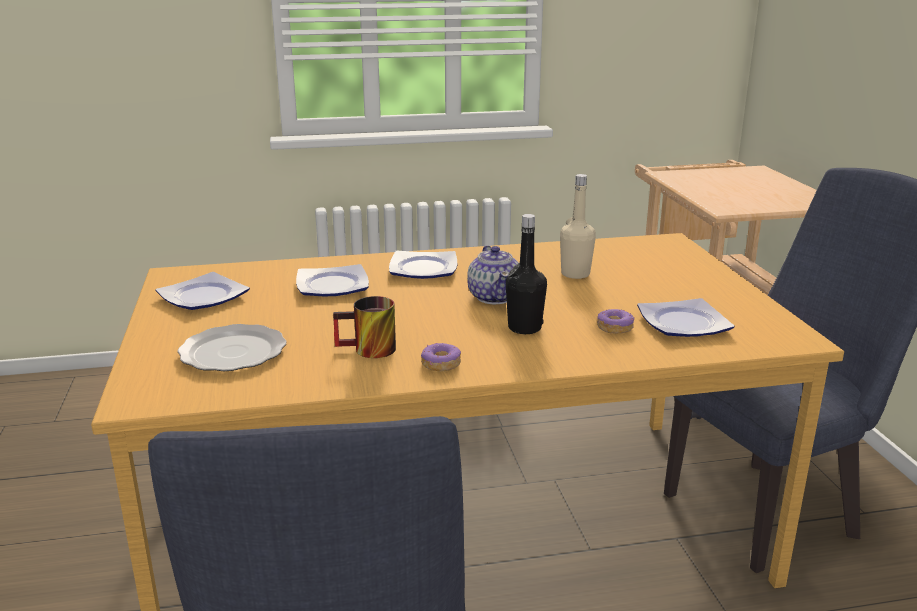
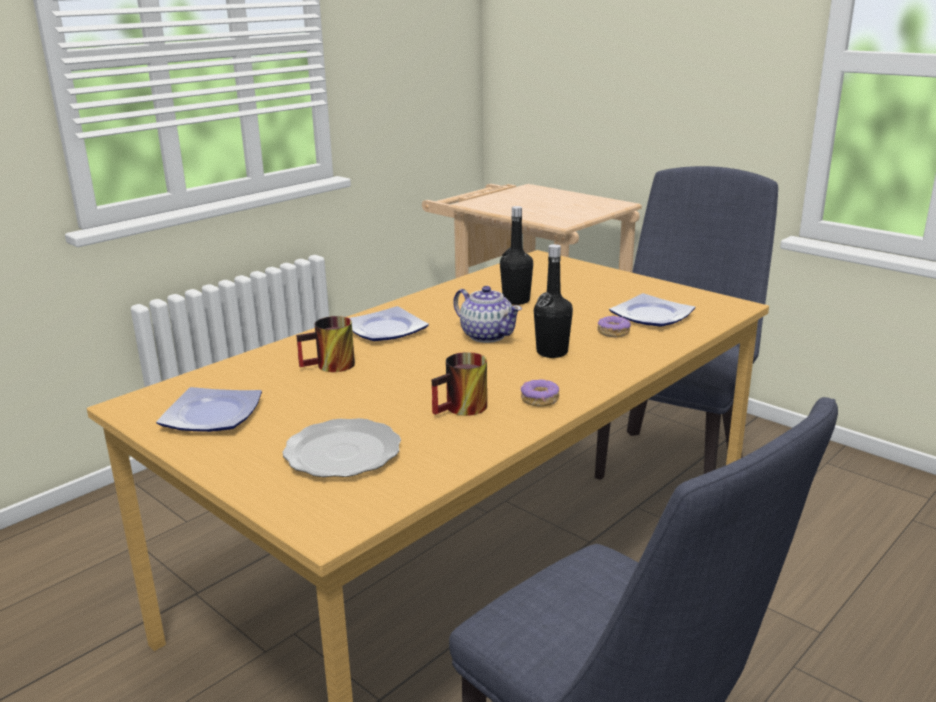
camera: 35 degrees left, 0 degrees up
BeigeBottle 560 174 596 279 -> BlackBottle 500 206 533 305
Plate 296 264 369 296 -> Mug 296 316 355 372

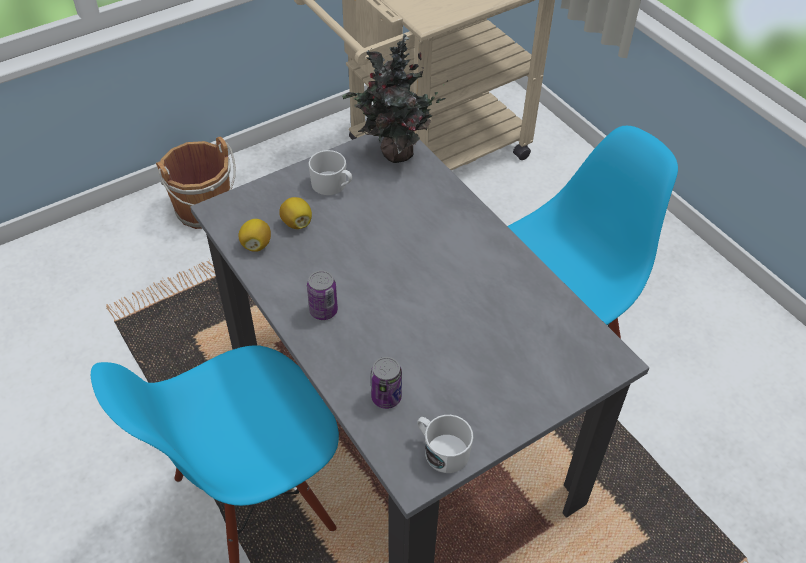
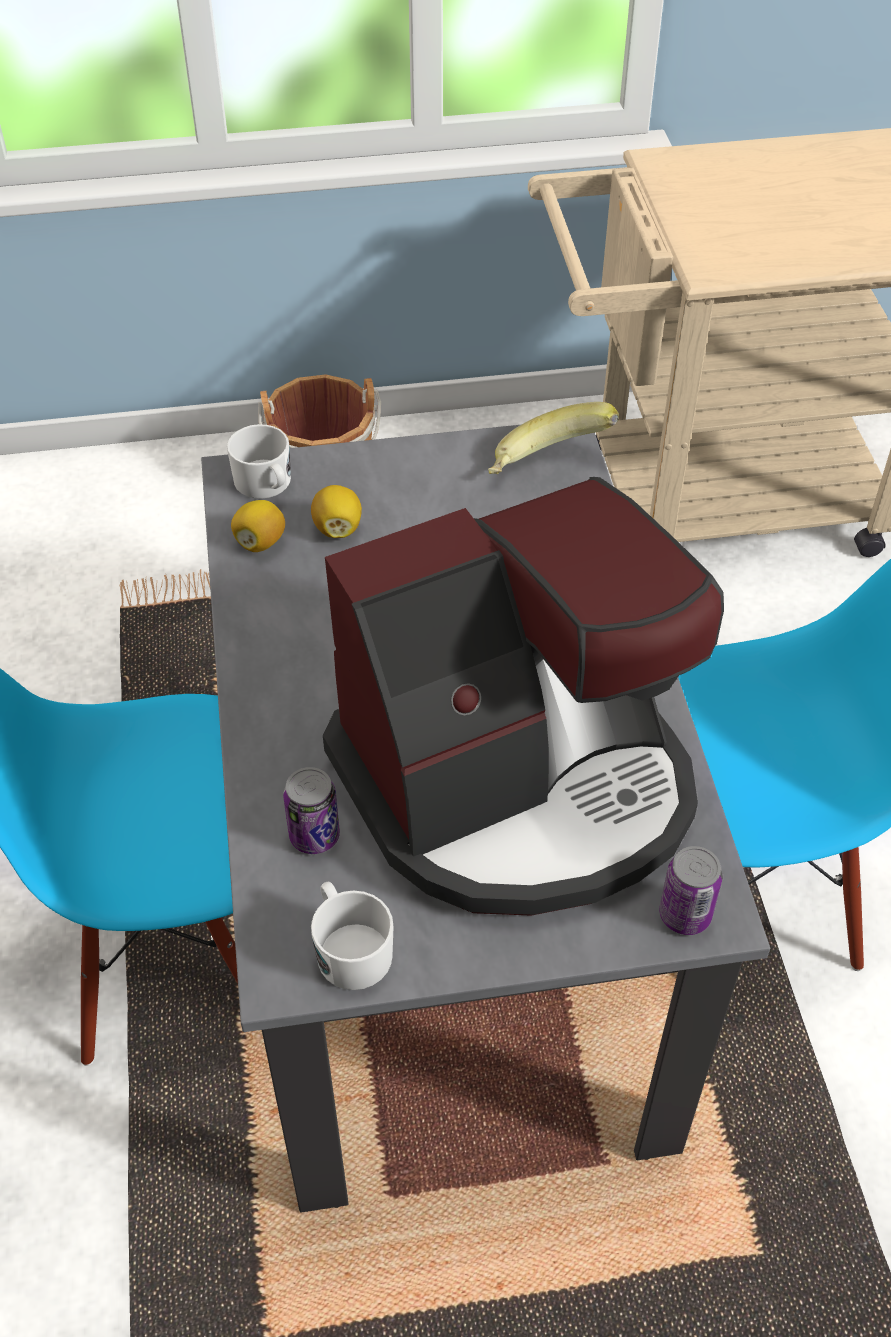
camera: 25 degrees right, 0 degrees up
PottedPlant 342 34 448 163 -> Banana 488 402 619 474
WhiteMug 309 150 352 195 -> WhiteMug 227 424 291 499, relocated
Can 307 270 338 320 -> Can 659 846 722 935, relocated
none -> CoffeeMachine 323 477 724 916

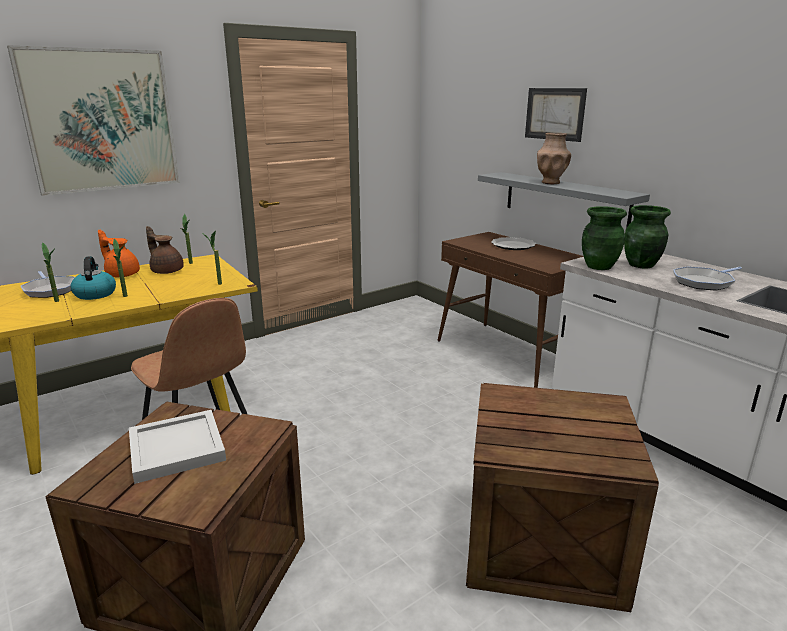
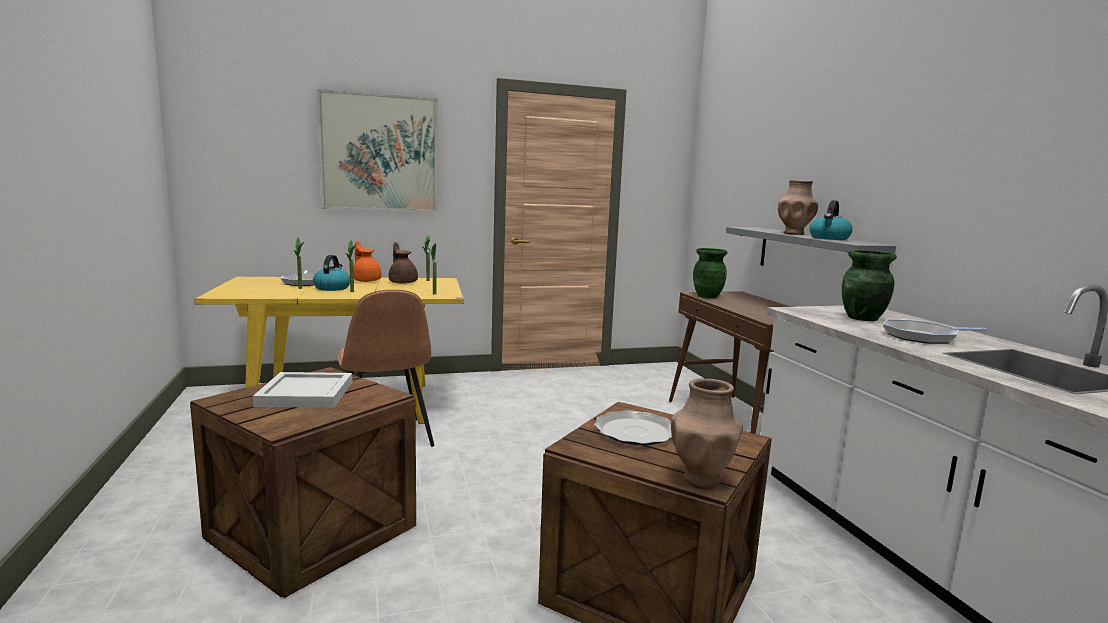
camera: 20 degrees right, 10 degrees down
Picture 525 88 587 142 -> none
GreenVase 582 206 627 270 -> GreenVase 693 248 728 298, relocated
Plate 491 237 536 250 -> Plate 594 410 672 445, relocated
none -> Kettle 809 200 853 240
none -> BrownVase 671 379 743 490

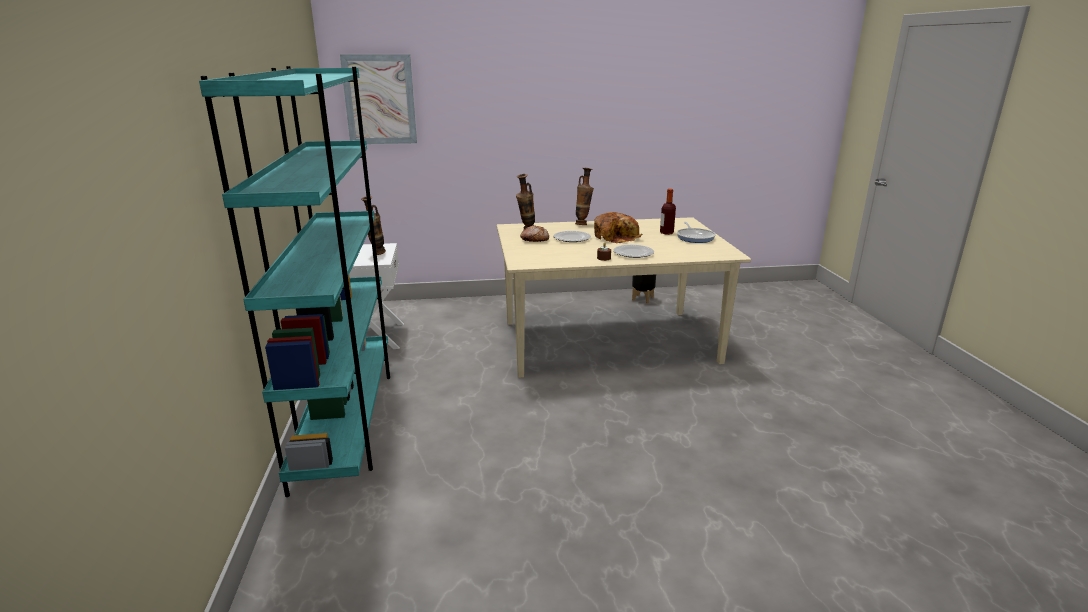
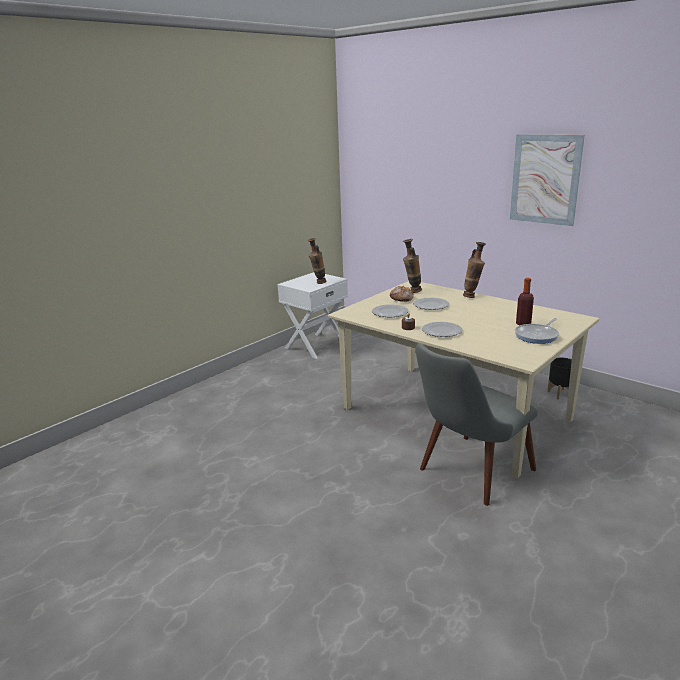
camera: 50 degrees right, 0 degrees up
Picture 340 54 417 144 -> Picture 510 134 585 226, relocated
TurquoiseBookcase 199 66 390 497 -> none
Bread 594 212 643 243 -> none
none -> Plate 372 304 408 317
none -> GreyChair 416 343 538 506

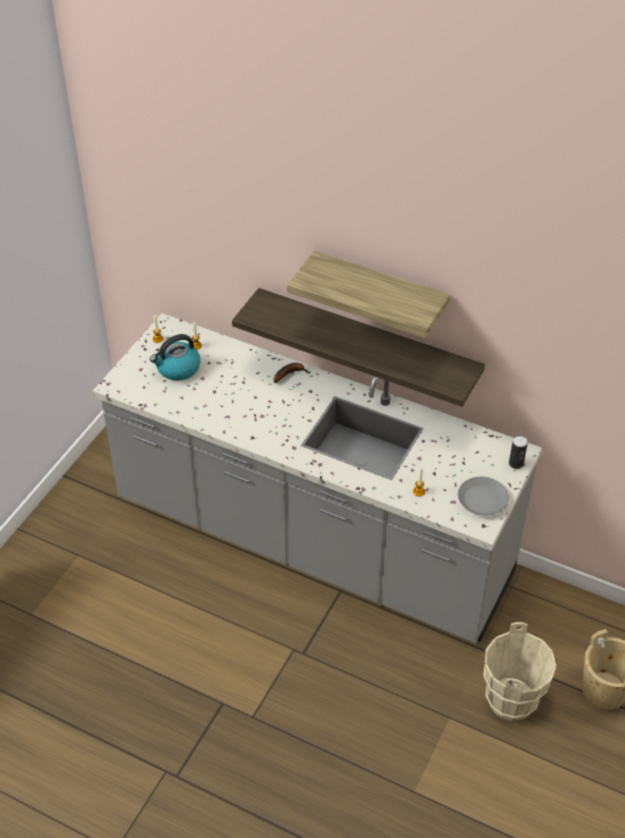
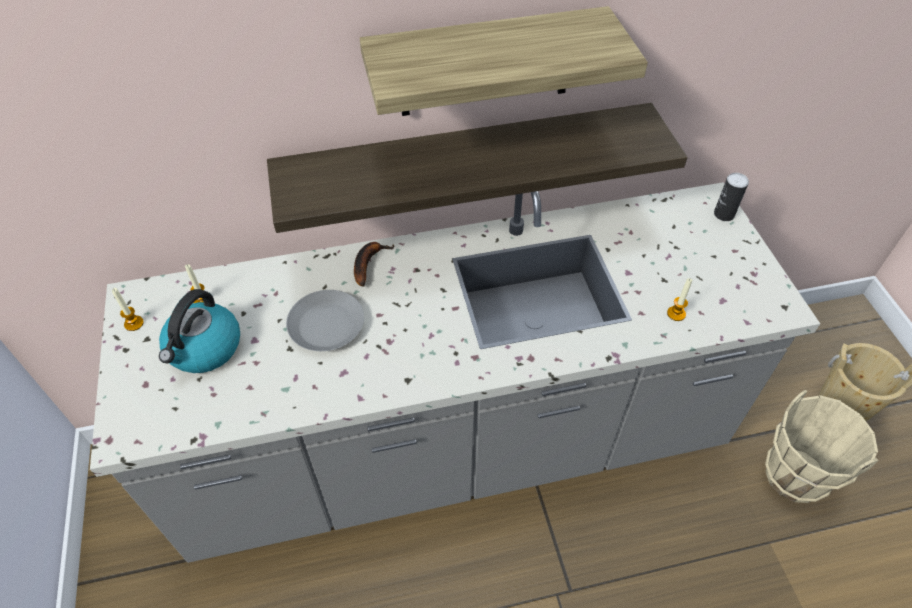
camera: 40 degrees left, 5 degrees up
GreyPlate 458 477 509 516 -> GreyPlate 286 290 364 351, relocated

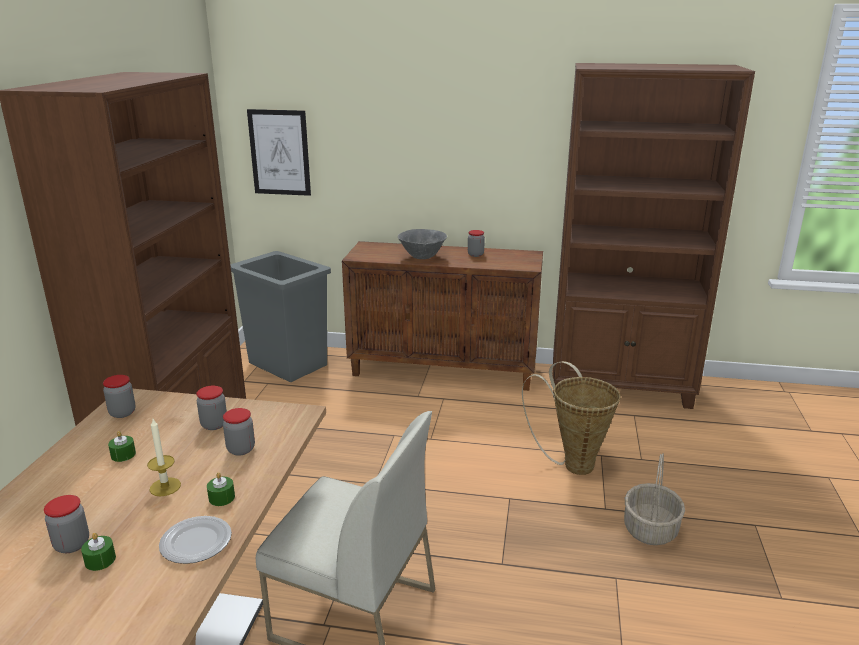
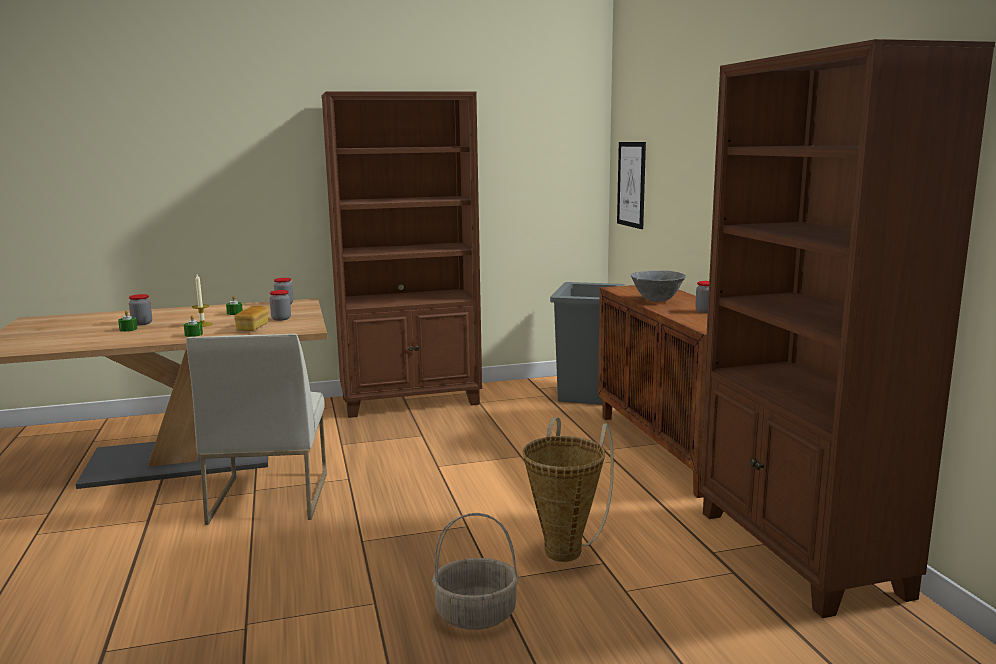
camera: 65 degrees right, 10 degrees down
Jar 223 408 255 456 -> Bread 234 306 269 331
Plate 159 516 232 564 -> none

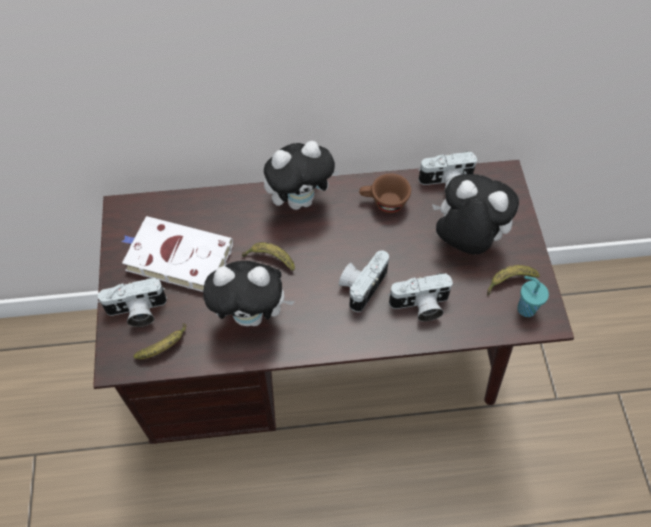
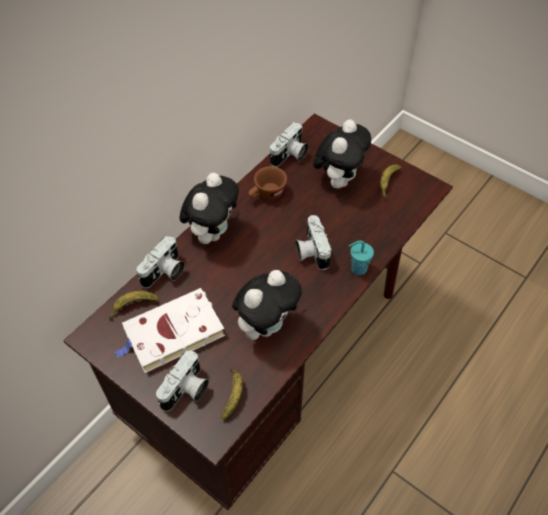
camera: 45 degrees left, 5 degrees down
PlushToy 432 174 519 255 -> PlushToy 313 119 371 188, 135 degrees clockwise
Banana 242 242 295 271 -> Banana 109 291 159 320, relocated
PhotoCamera 388 273 453 322 -> PhotoCamera 136 236 185 288, relocated
TurquoiseCup 517 276 549 317 -> TurquoiseCup 349 240 374 275, relocated

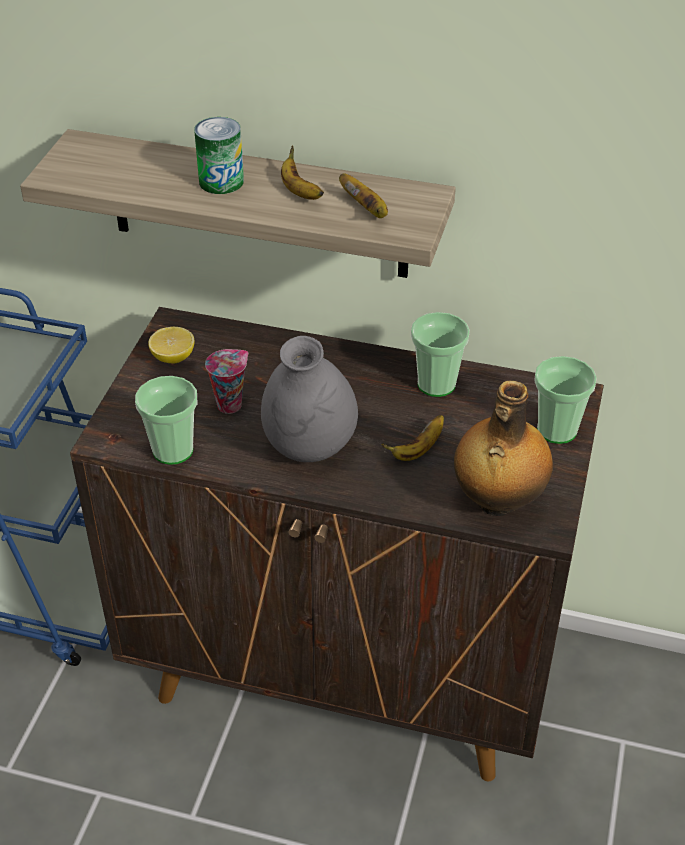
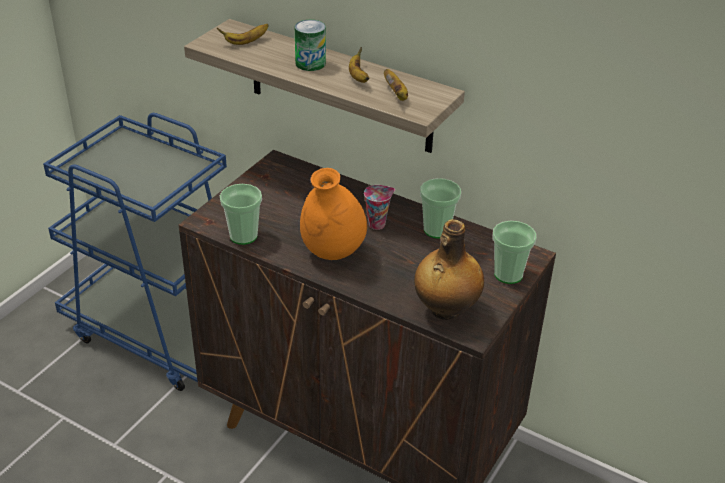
camera: 15 degrees right, 5 degrees down
Lemon 148 327 194 363 -> none
GreyVase 261 336 358 462 -> OrangeVase 300 168 367 260
Cup 205 349 248 414 -> Cup 364 185 395 230, relocated
Banana 381 415 444 461 -> Banana 217 24 269 45, relocated

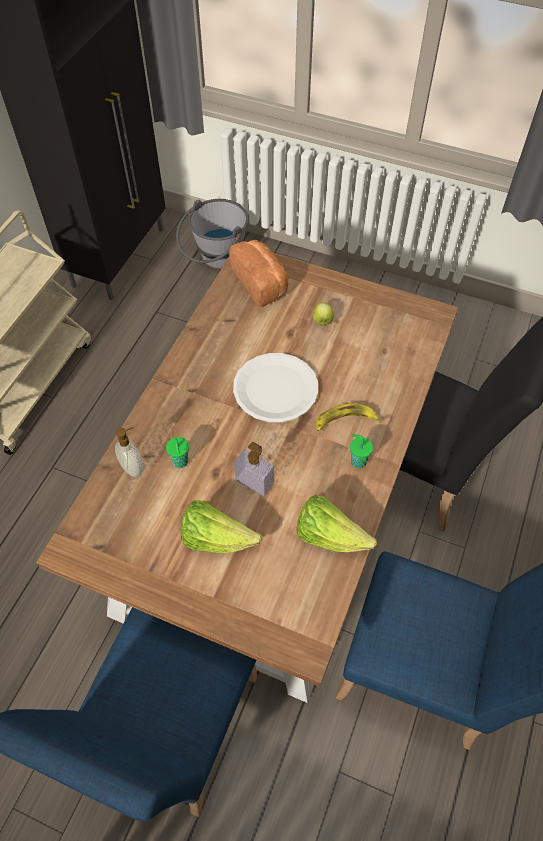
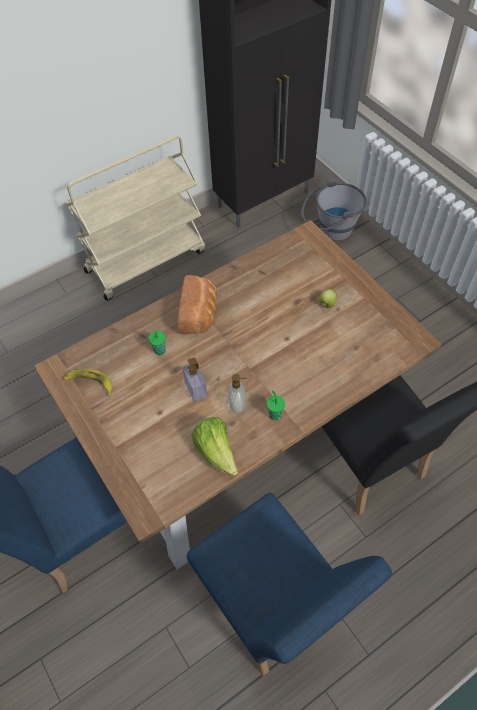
camera: 35 degrees right, 0 degrees up
Bread 229 240 289 307 -> Bread 178 275 217 334, relocated
WhitePlate 233 353 318 422 -> none
Banana 316 403 381 431 -> Banana 64 368 113 397, relocated
SoapDispenser 115 427 143 477 -> SoapDispenser 228 374 247 413, relocated
Lettuce 181 500 262 553 -> none

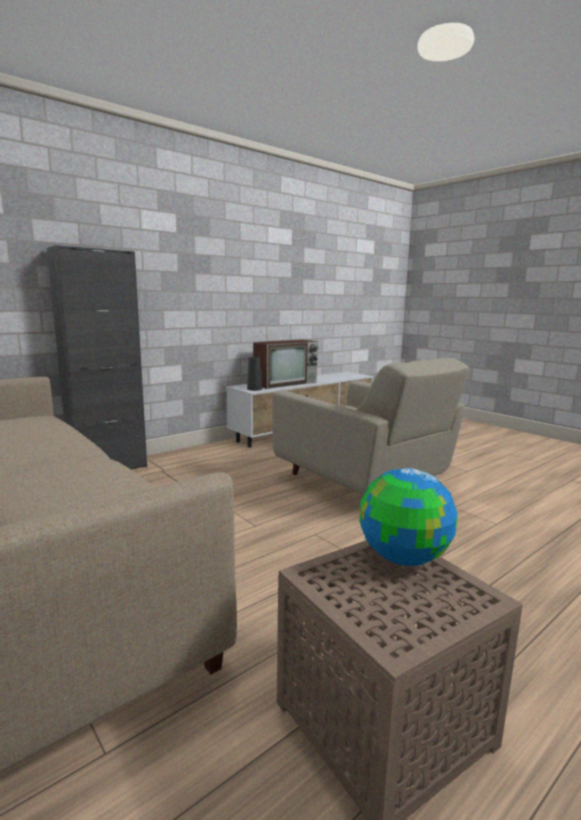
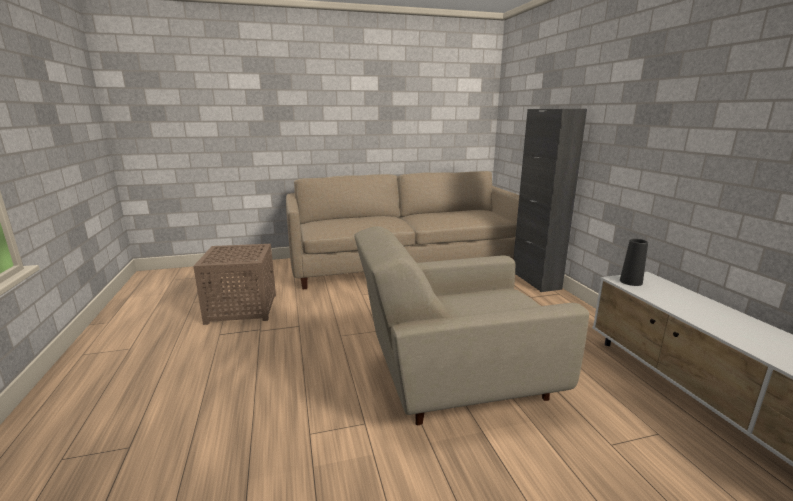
camera: 115 degrees right, 5 degrees up
Television 253 340 319 389 -> none
Globe 360 468 457 566 -> none

